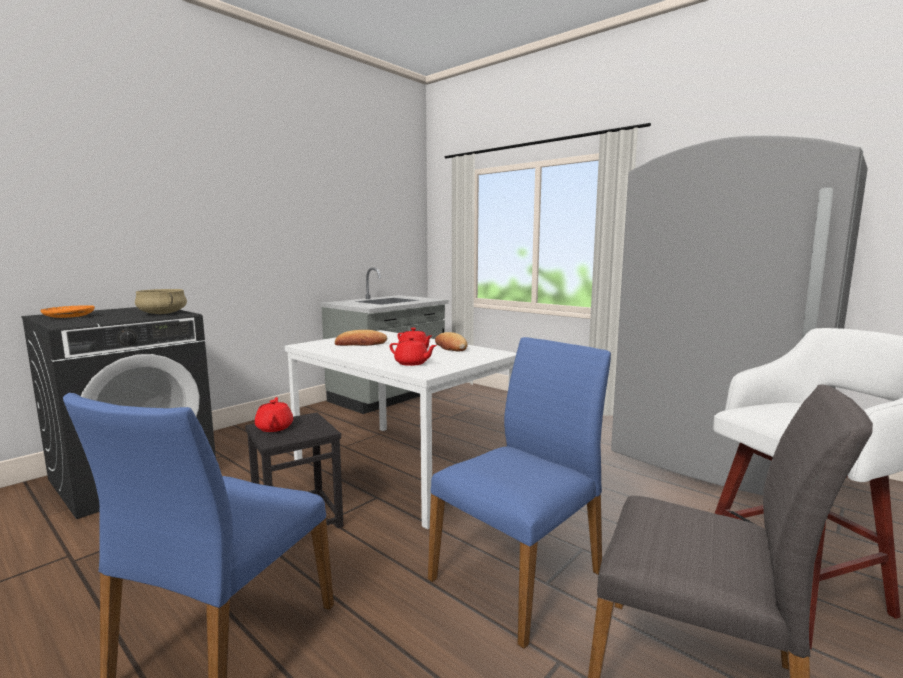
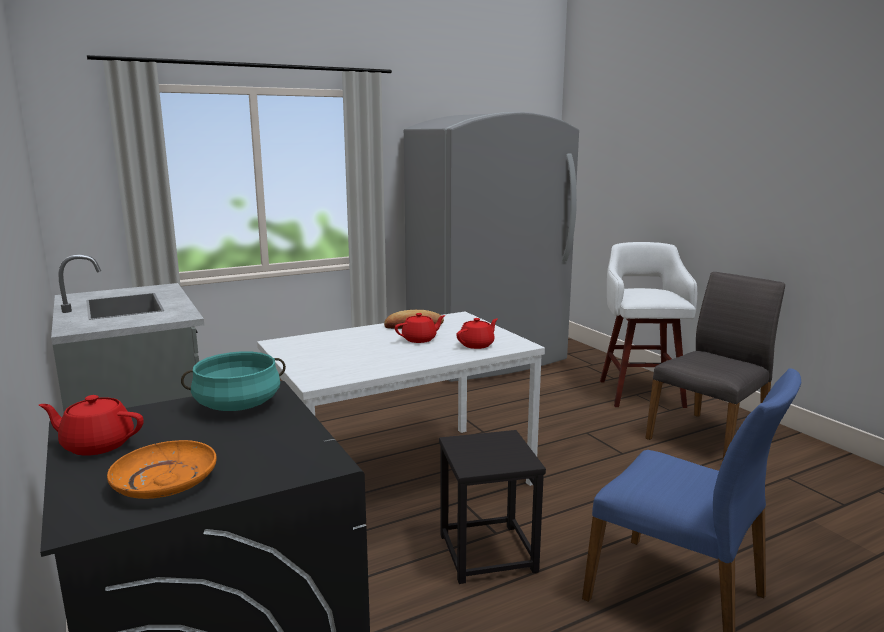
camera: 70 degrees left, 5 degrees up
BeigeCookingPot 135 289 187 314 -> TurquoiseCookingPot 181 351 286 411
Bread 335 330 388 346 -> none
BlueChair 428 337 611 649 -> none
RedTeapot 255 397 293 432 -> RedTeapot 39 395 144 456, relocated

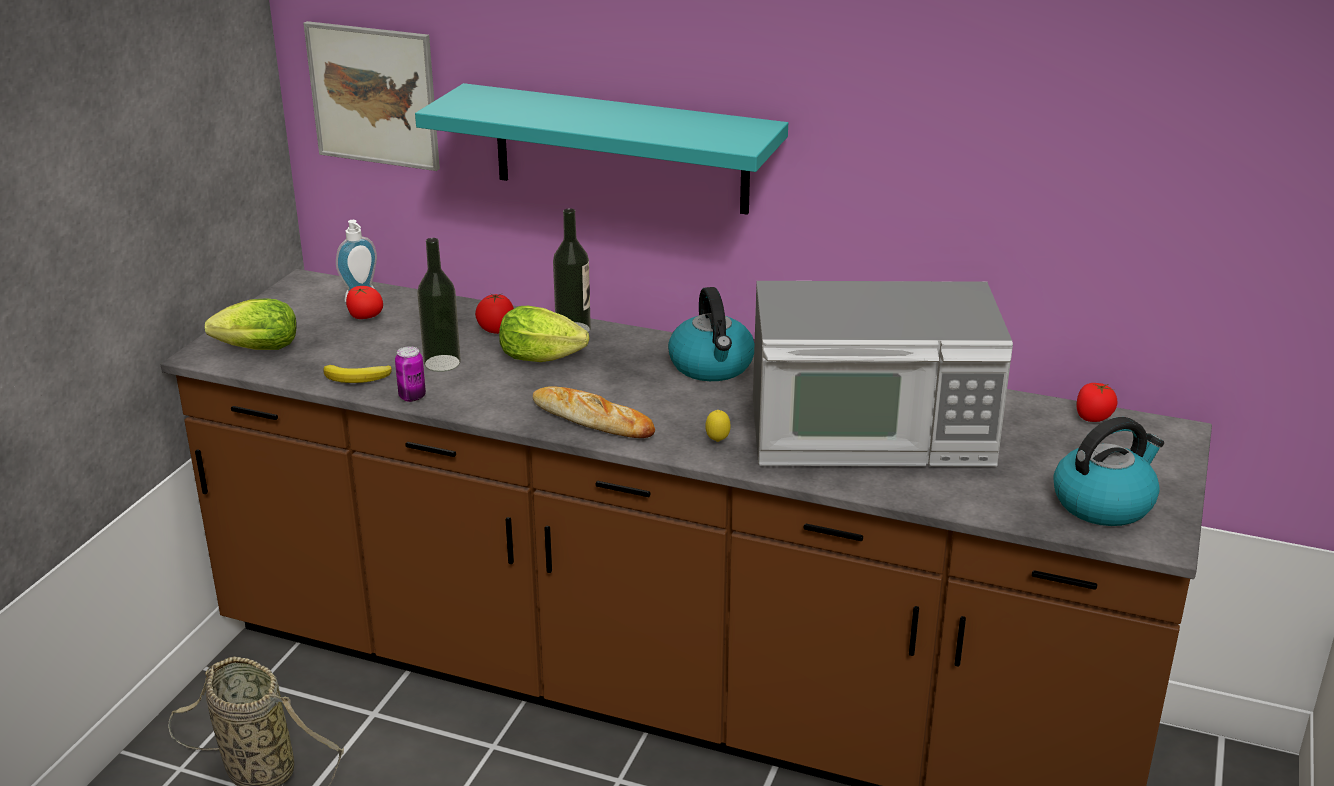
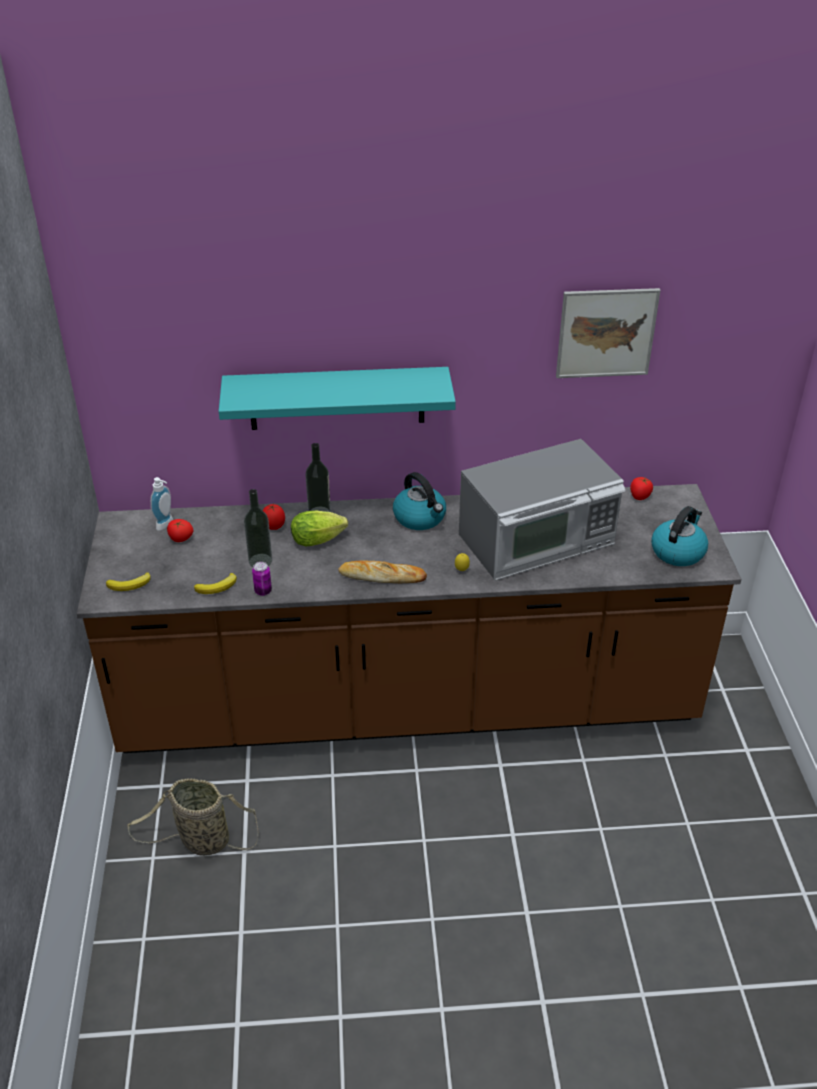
camera: 25 degrees left, 10 degrees up
Picture 303 21 440 171 -> Picture 556 288 661 378, relocated
Lettuce 204 298 297 350 -> Banana 106 572 151 591

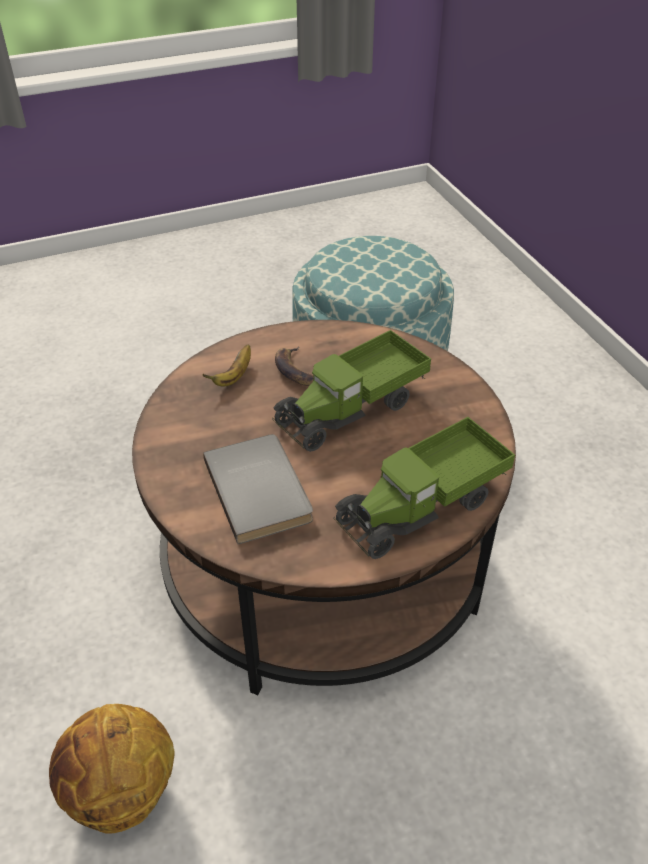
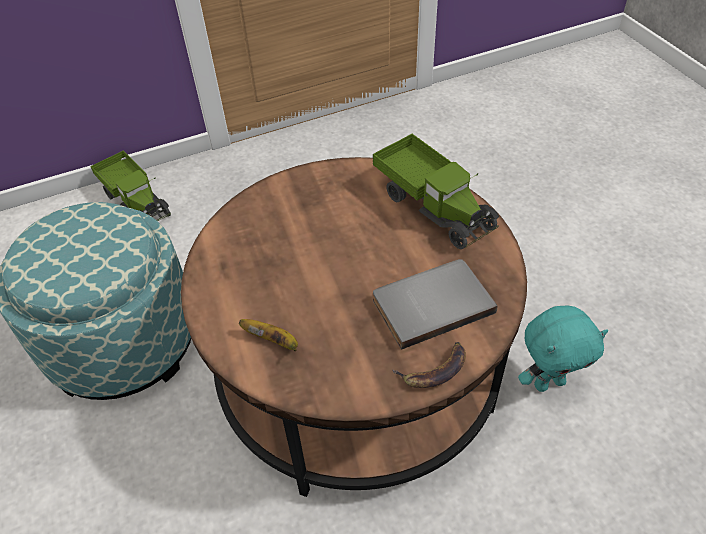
camera: 90 degrees left, 5 degrees up
ToyTruck 272 330 431 452 -> ToyTruck 90 151 171 221, relocated
Banana 275 346 314 386 -> Banana 392 342 466 388, relocated
Basketball 49 704 175 834 -> none
none -> TurquoisePlushToy 518 306 608 392

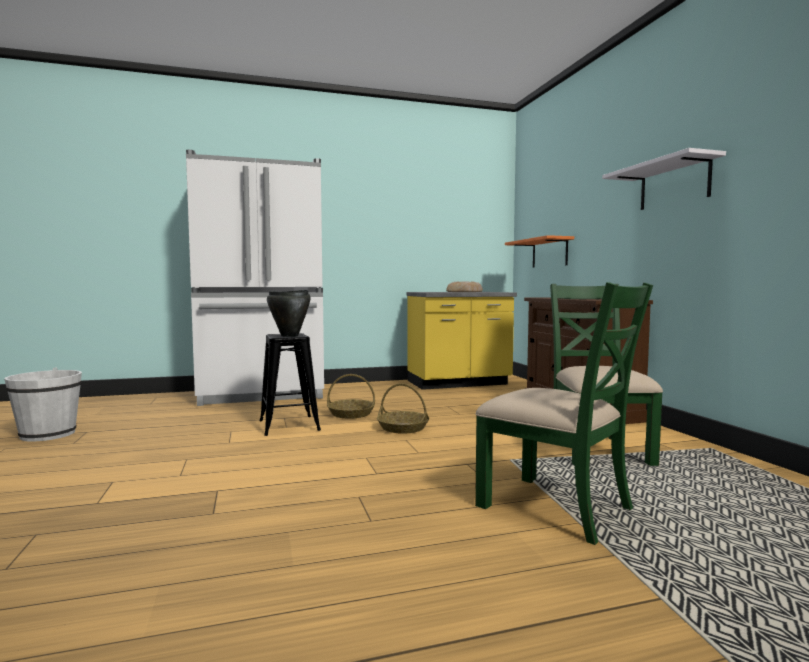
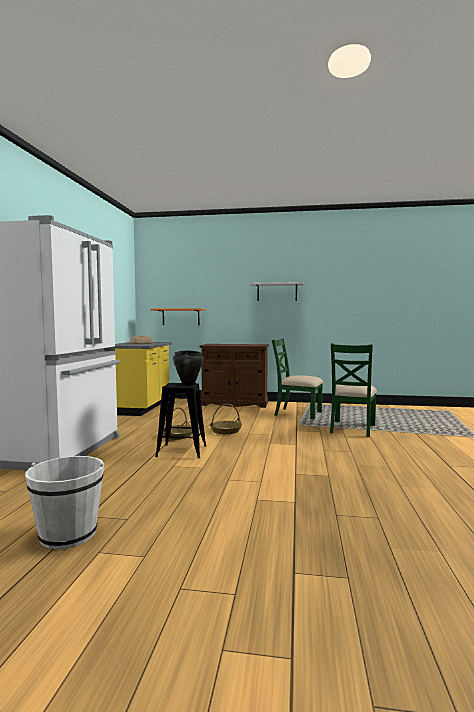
camera: 65 degrees left, 0 degrees up
GreenChair 475 282 653 545 -> GreenChair 330 343 377 437, 135 degrees clockwise

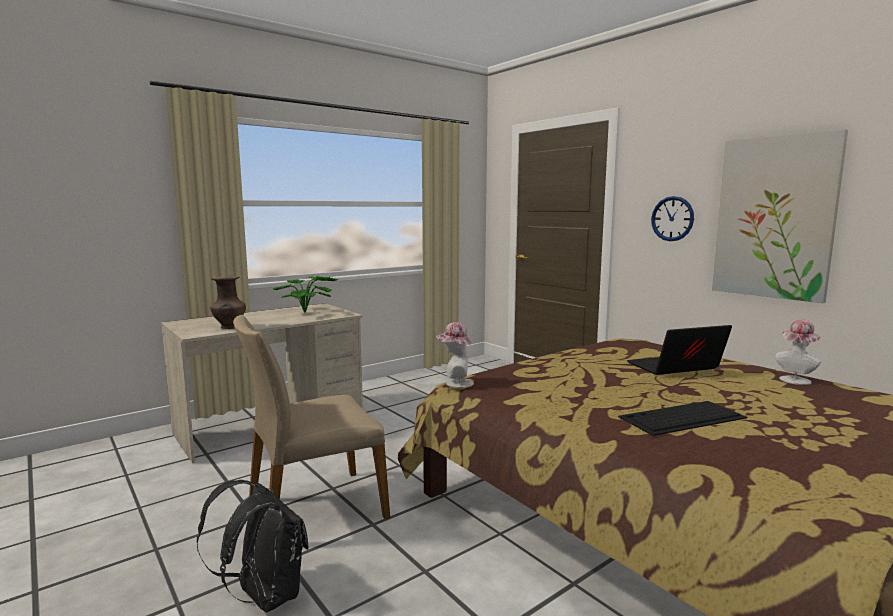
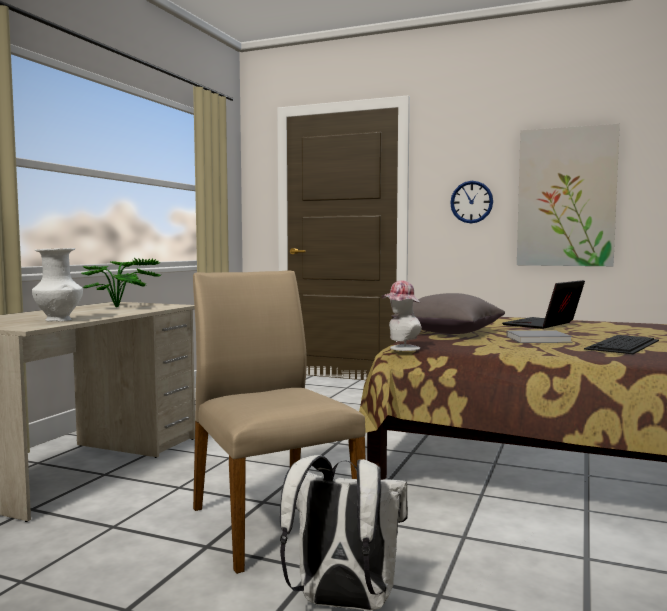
camera: 30 degrees left, 5 degrees down
BrownVase 210 276 246 329 -> WhiteVase 32 248 83 322
BeigeChair 233 315 390 519 -> BeigeChair 193 270 366 574, 120 degrees clockwise
Hat 775 319 822 385 -> none
BlackBackpack 197 480 309 612 -> WhiteBackpack 280 455 408 611
none -> GreyPillow 391 293 505 334
none -> GreyBook 506 330 573 343

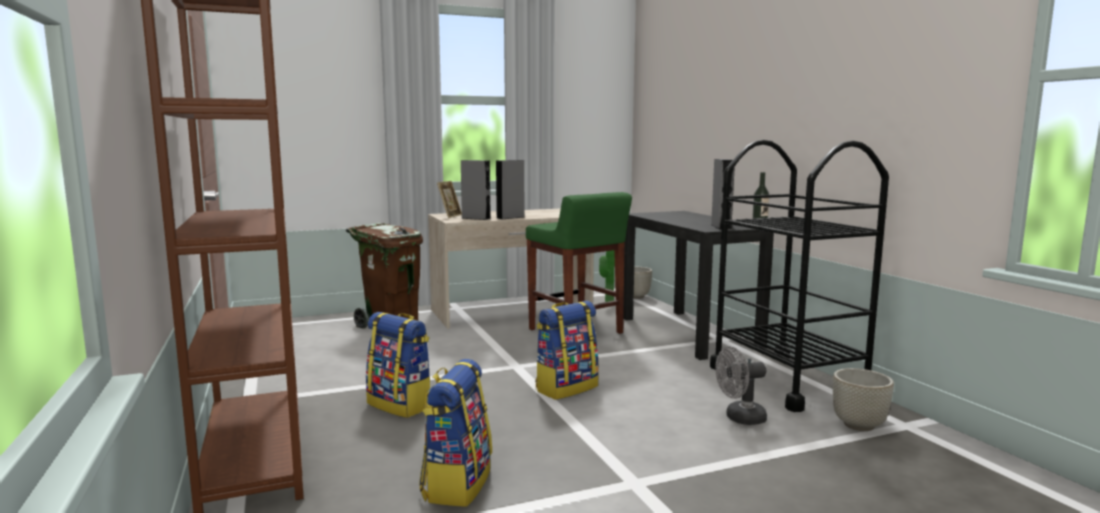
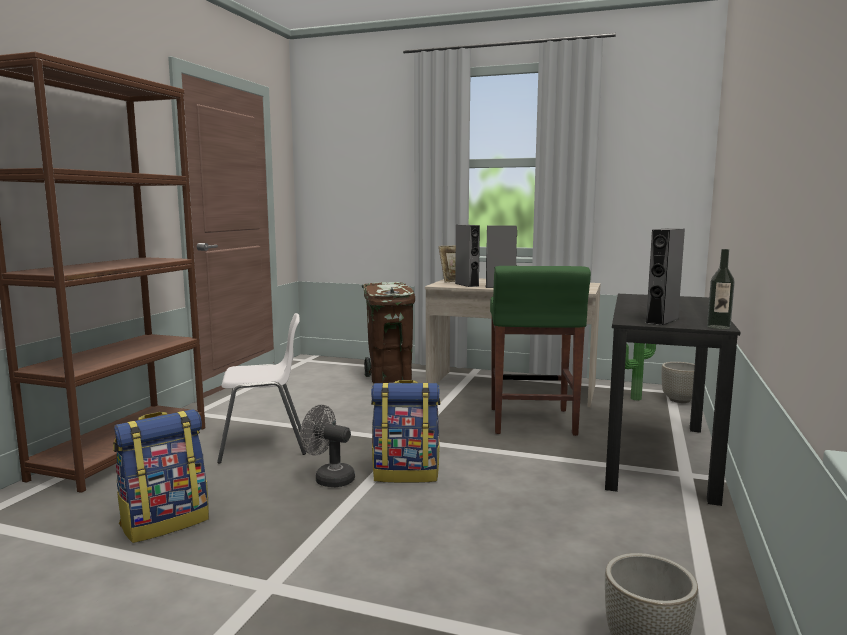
camera: 40 degrees right, 0 degrees up
BlackCart 710 140 889 412 -> none
Backpack 366 312 430 418 -> WhiteChair 217 313 306 464
GreyFan 715 347 767 425 -> GreyFan 300 405 355 487, relocated

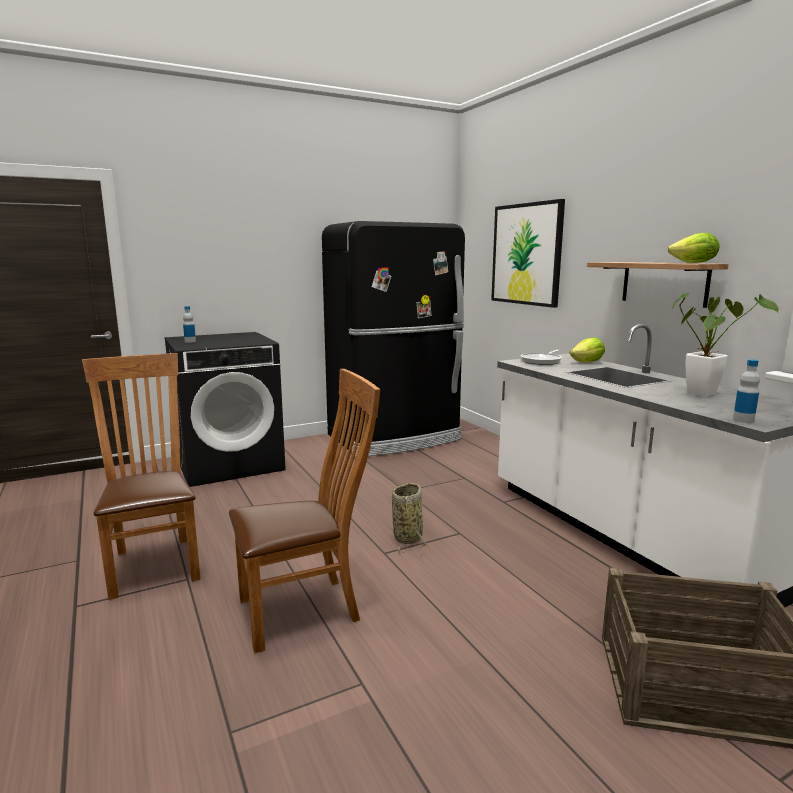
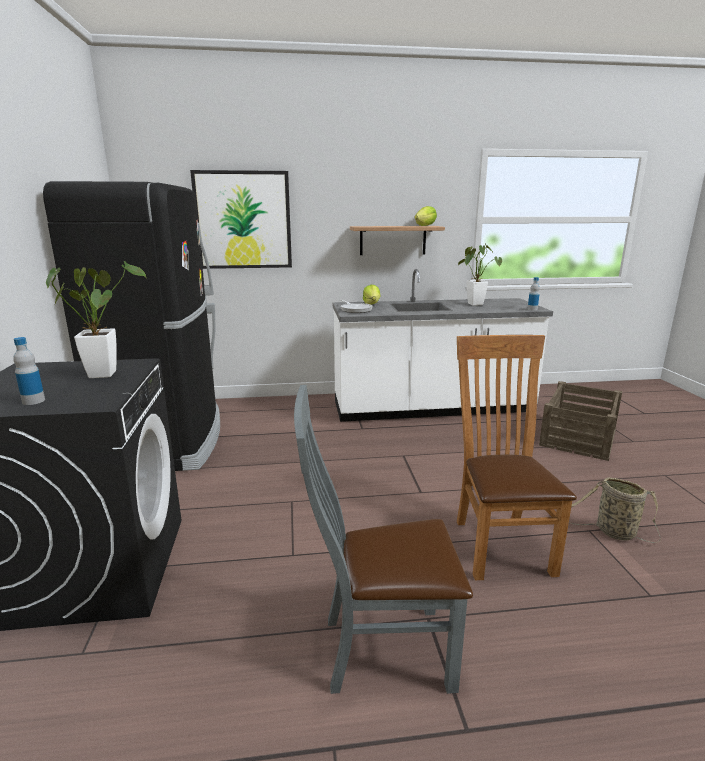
camera: 70 degrees left, 5 degrees up
BrownChair 82 353 201 600 -> GreyChair 294 385 473 694
Basket 392 483 427 553 -> Basket 571 477 661 543, relocated
none -> PottedPlant 46 261 146 378

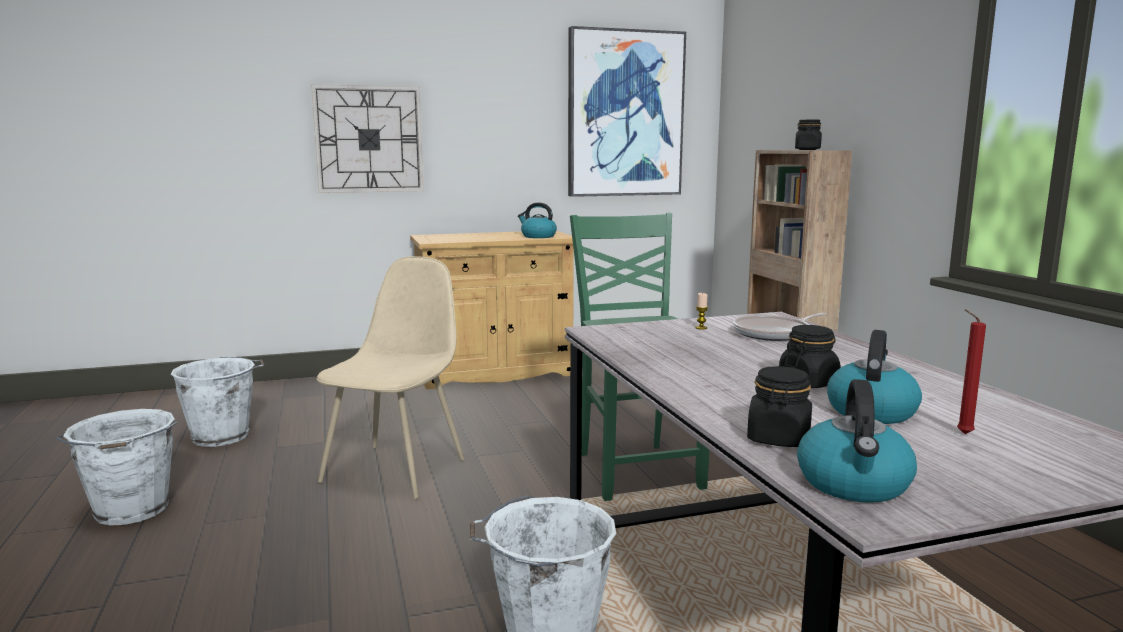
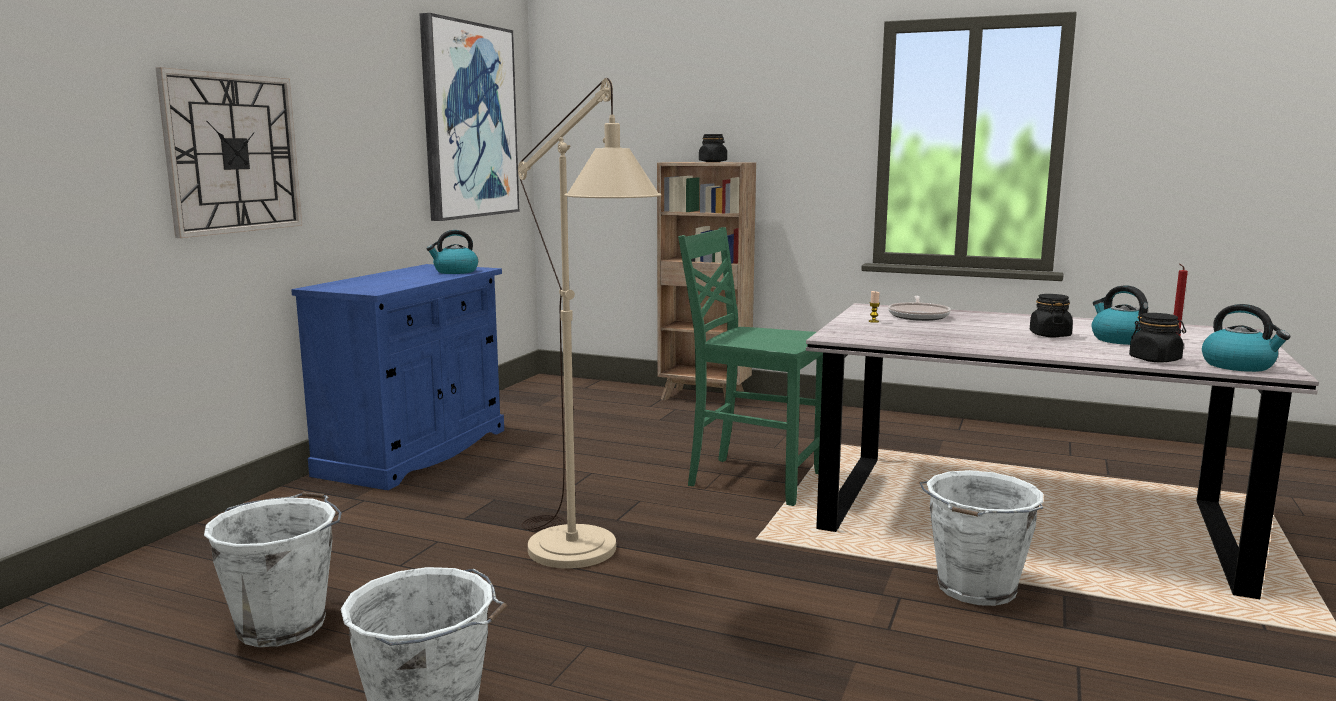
camera: 50 degrees left, 0 degrees up
BeigeCabinet 410 230 574 389 -> BlueCabinet 291 264 504 490
BeigeChair 317 256 465 499 -> BeigeFloorLamp 518 78 661 569

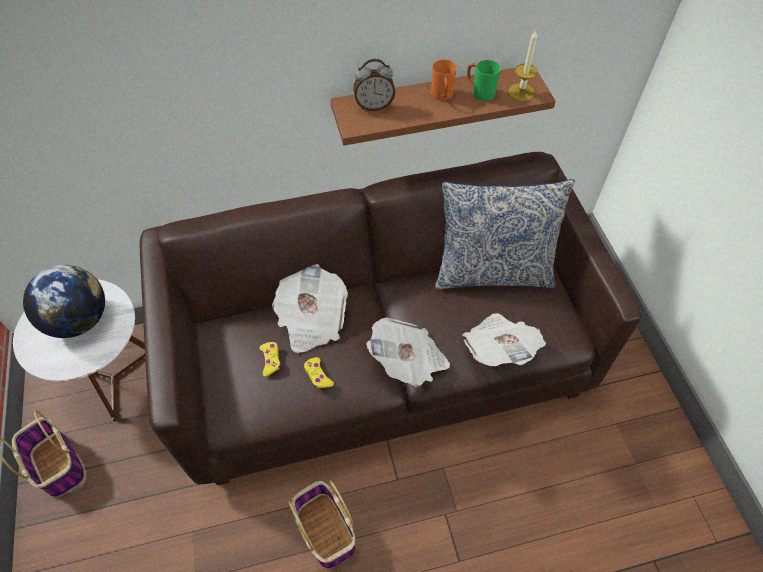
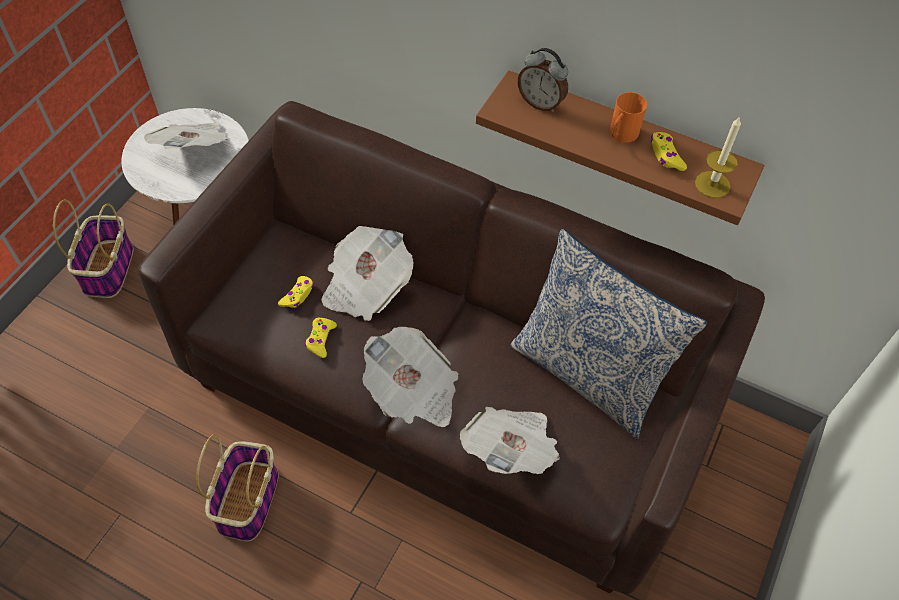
camera: 40 degrees right, 0 degrees up
GreenMug 467 60 501 101 -> YellowGameController 651 132 687 171
Globe 23 265 105 338 -> Newspaper 144 122 227 149

